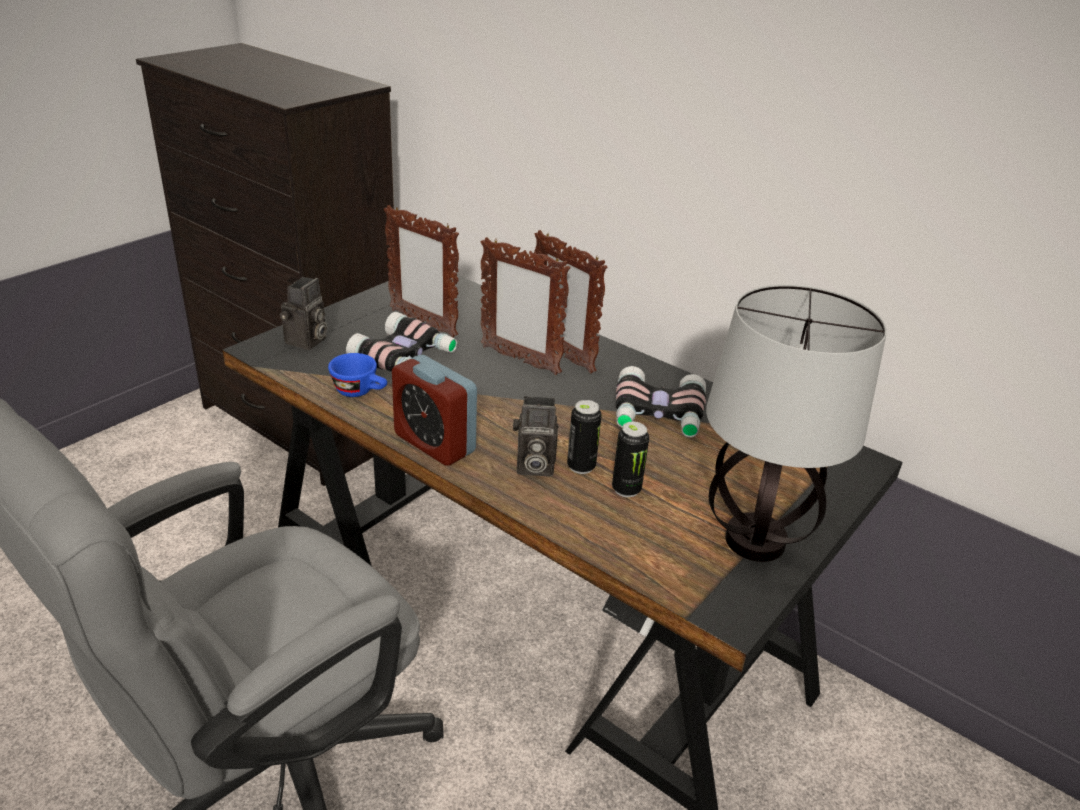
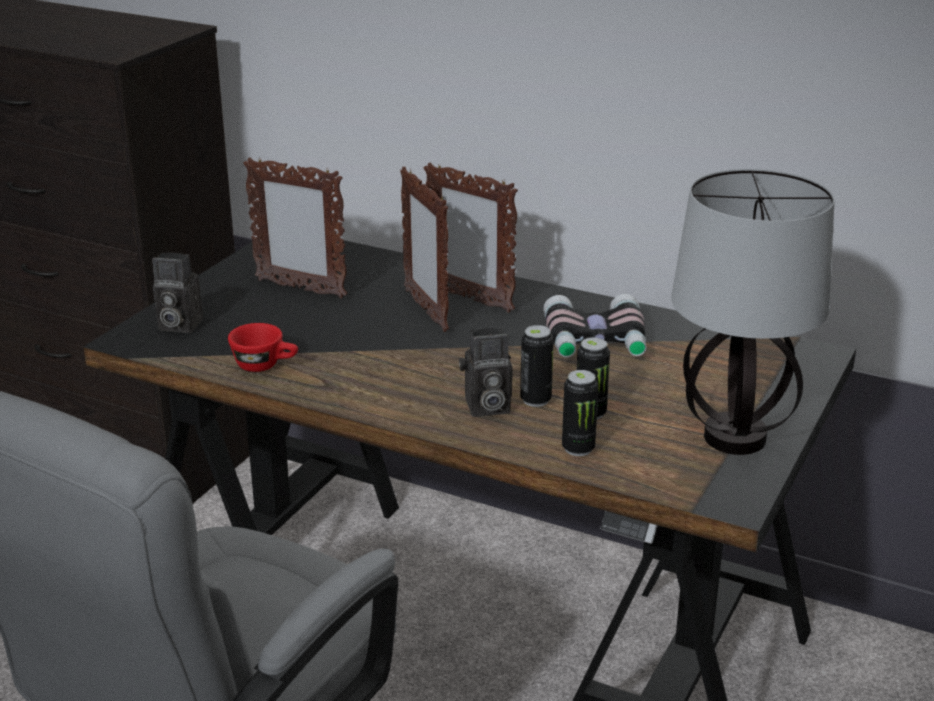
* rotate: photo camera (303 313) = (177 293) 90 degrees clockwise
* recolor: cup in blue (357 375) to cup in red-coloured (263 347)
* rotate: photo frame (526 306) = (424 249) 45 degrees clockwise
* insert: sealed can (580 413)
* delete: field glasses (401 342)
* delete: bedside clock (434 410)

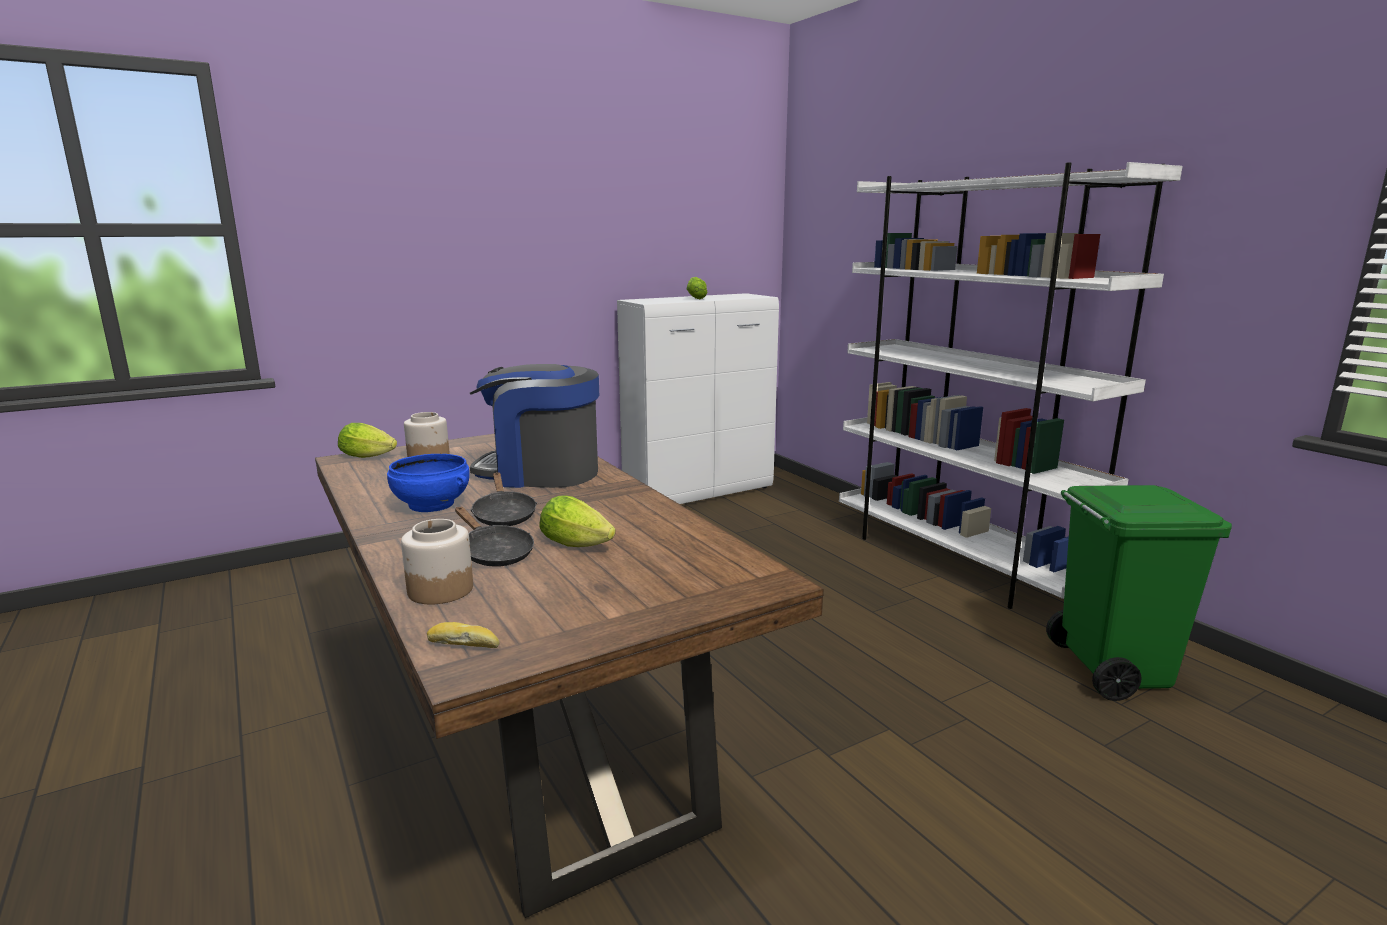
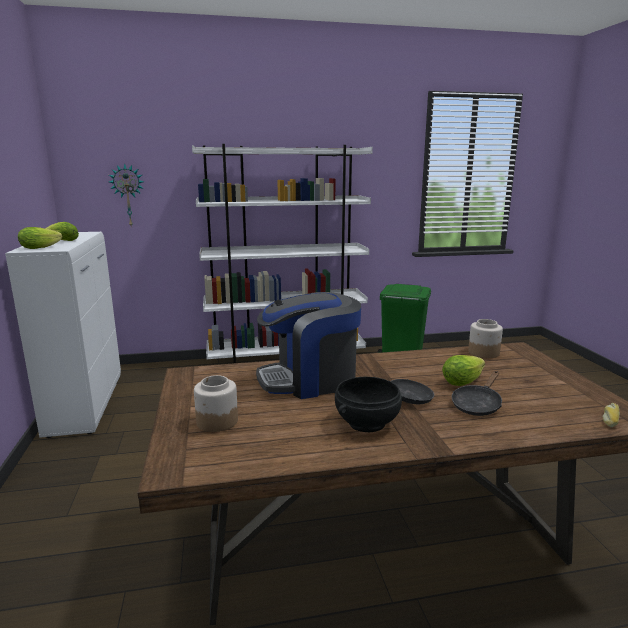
* move: lettuce (367 440) to (40 238)
* insert: clock on the wall (126 195)
* rotate: coffee maker (534 426) = (308 345) 45 degrees clockwise
* recolor: bowl in blue (428 483) to bowl in black (368 404)
* rotate: frying pan in black (494 537) = (477 393) 150 degrees clockwise
* move: preserve jar (437 561) to (485 338)

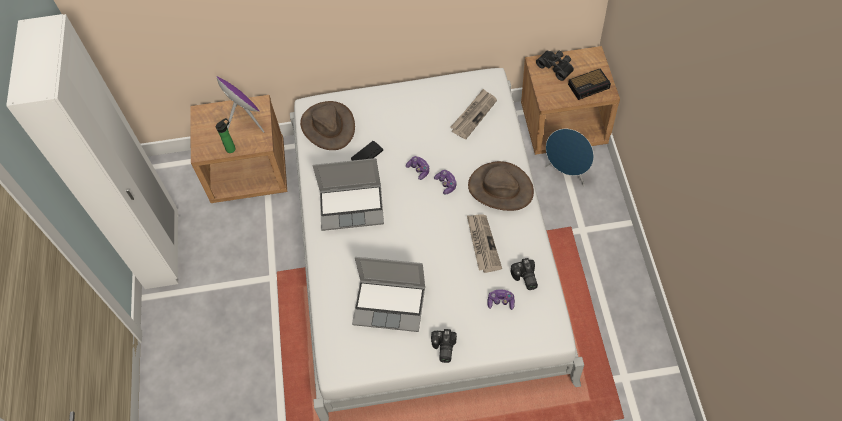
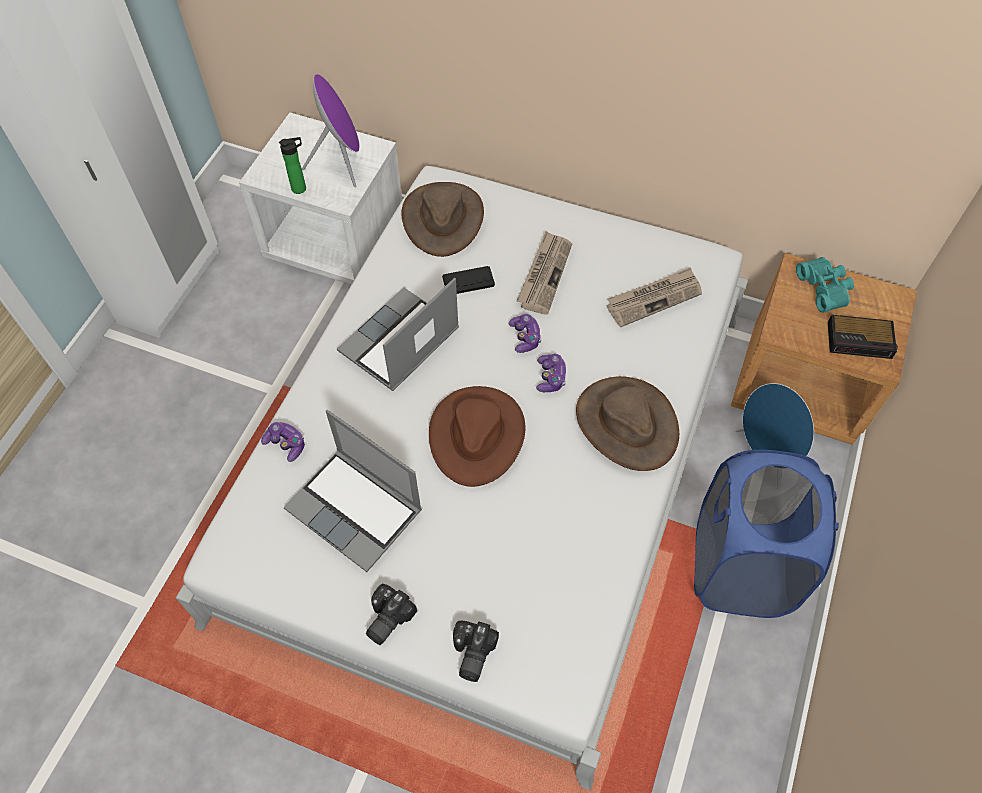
* recolor: night table in brownish (238 149) to night table in whitish (320 199)
* move: game controller (501 299) to (283 442)
* rotate: laptop (348 194) = (398 334) 105 degrees clockwise
* insert: hat in brownish (477 436)
* move: photo camera (524 274) to (476 651)
* move: daily paper (484 243) to (544 273)
* insert: washing basket in blue (766 534)
* recolor: field glasses in black (555 66) to field glasses in turquoise-coloured (825 285)

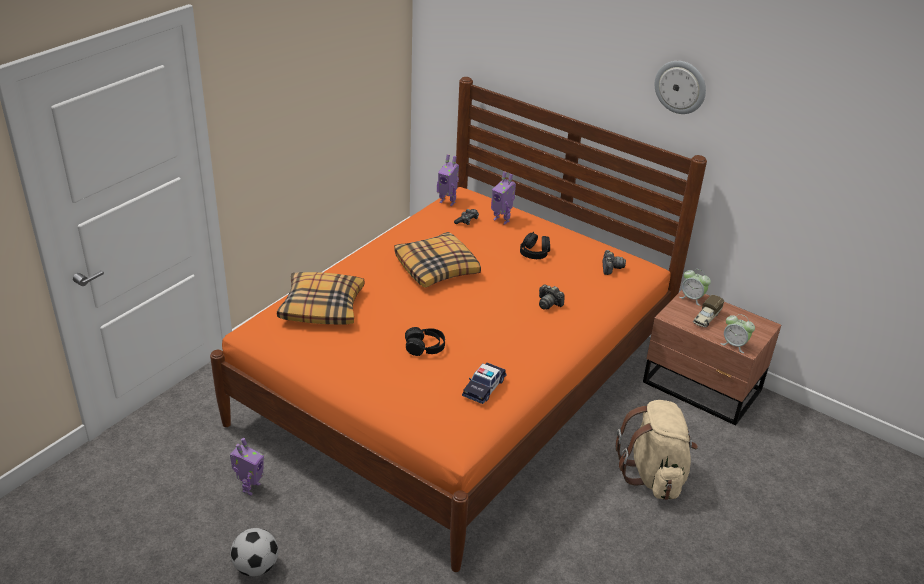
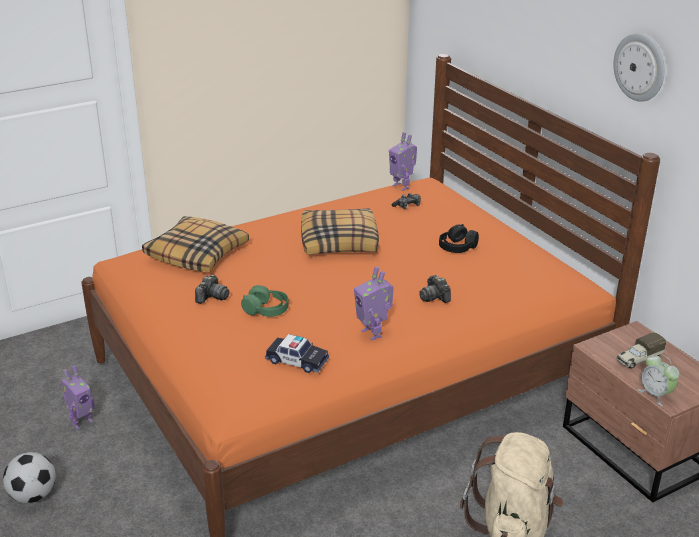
* move: photo camera (614 262) to (212 289)
* recolor: headphones in black (425 341) to headphones in green (265 301)
* rotate: toy car (484 383) = (297 353) 120 degrees counterclockwise
* move: toy robot (503 198) to (374 303)
* delete: bedside clock (695 287)

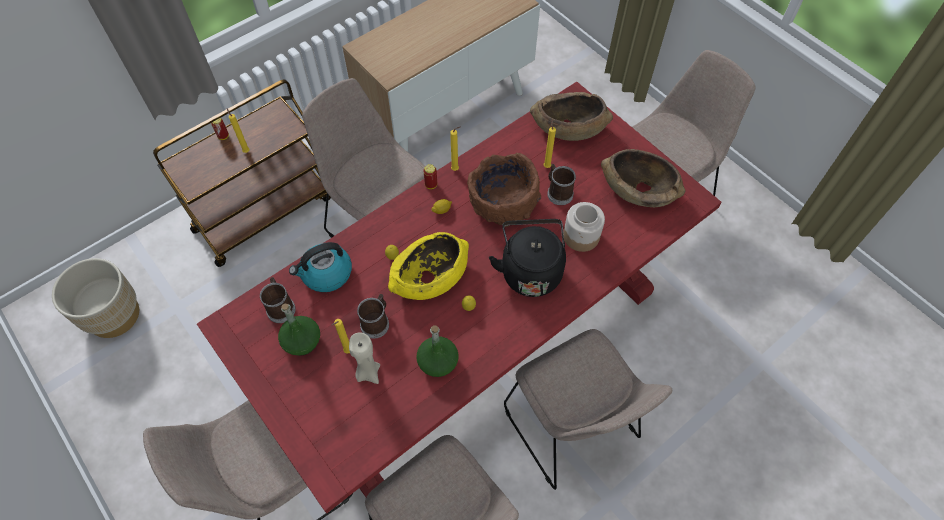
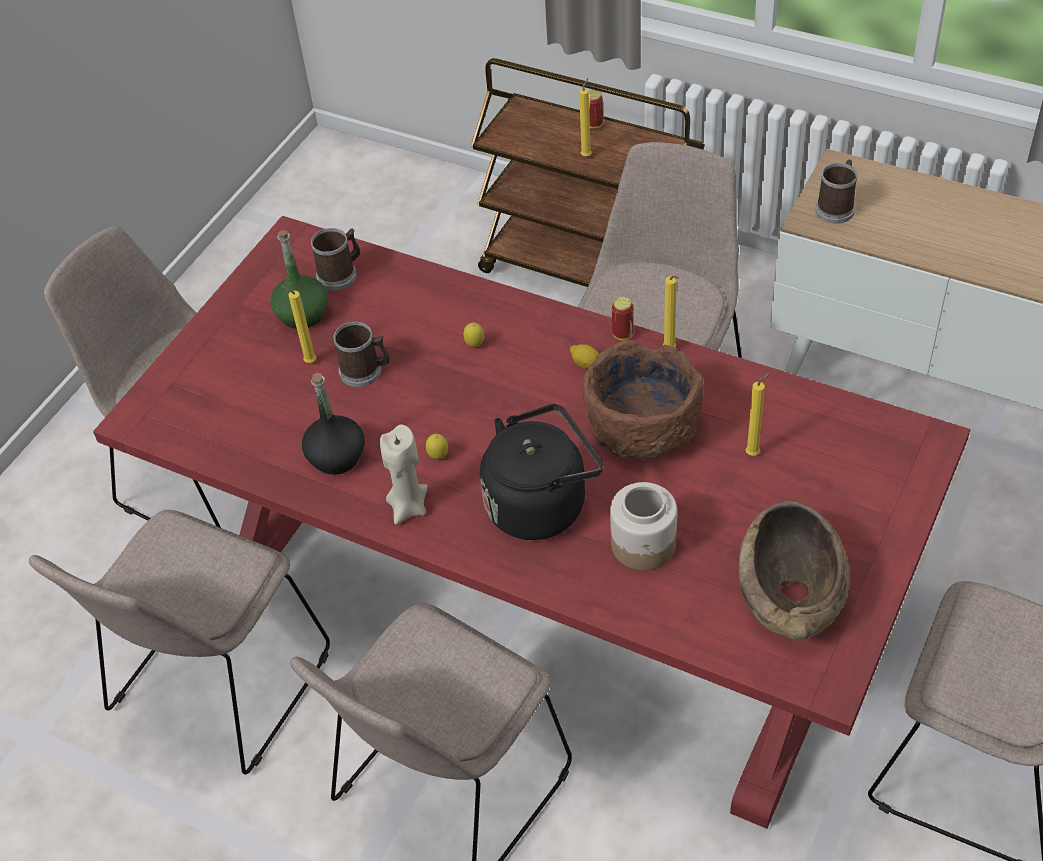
* recolor: beverage bottle in green (437 351) to beverage bottle in black (333 424)
* move: wax light in beige (364 358) to (404 474)
* move: mug (561 184) to (836 191)
* delete: plant pot in beige (95 298)
* delete: tea kettle (320 267)
* delete: bowl in yellow (428 266)
* delete: bowl in brownish (571 116)

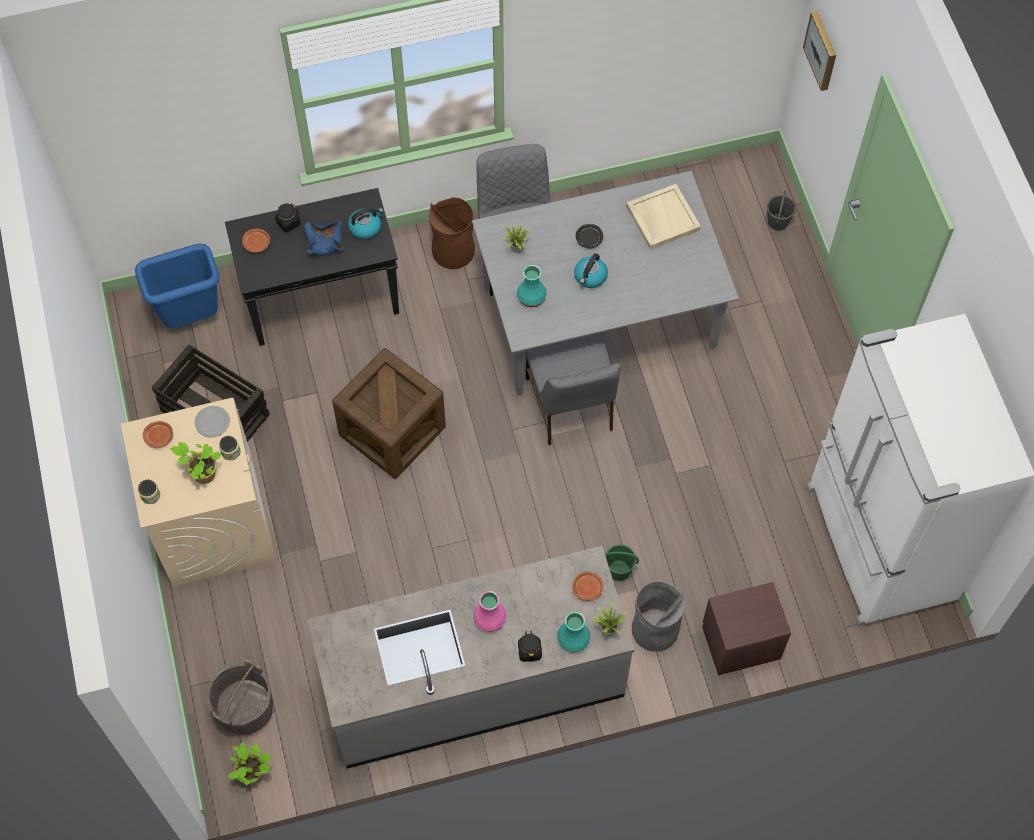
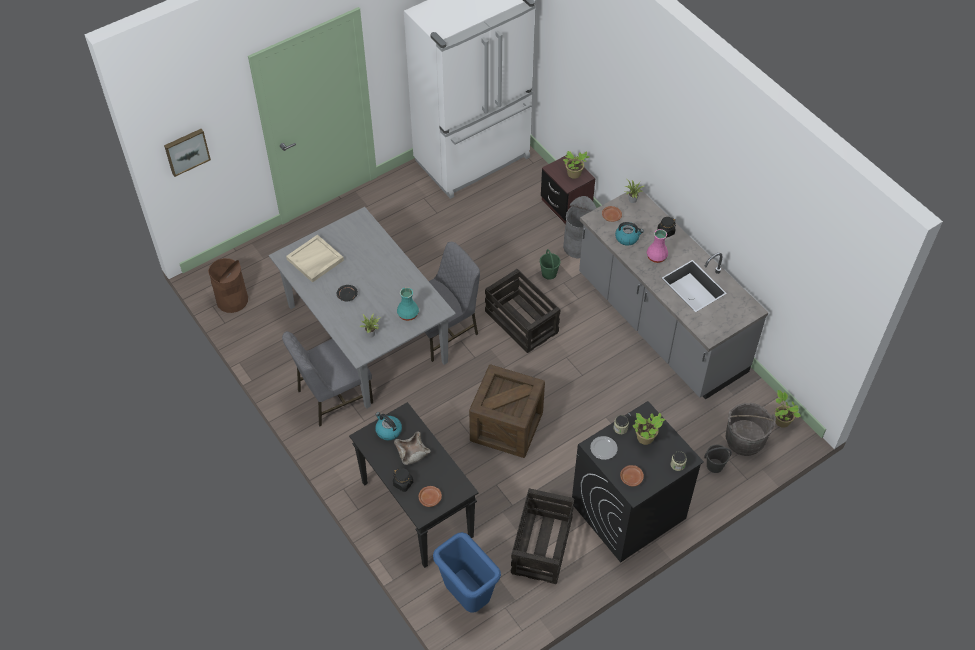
* move: waste bin in brownish (452 233) to (228 285)
* recolor: bowl in blue (323 238) to bowl in beige (412 448)
* insert: crate (522 311)
* insert: houseplant (576 165)
* recolor: laundry machine in beige (198 492) to laundry machine in black (638 482)
* move: tea kettle (591 270) to (629 234)
* move: water bucket in grey (781 211) to (718 459)
* delete: flower vase in turquoise-coloured (573 632)

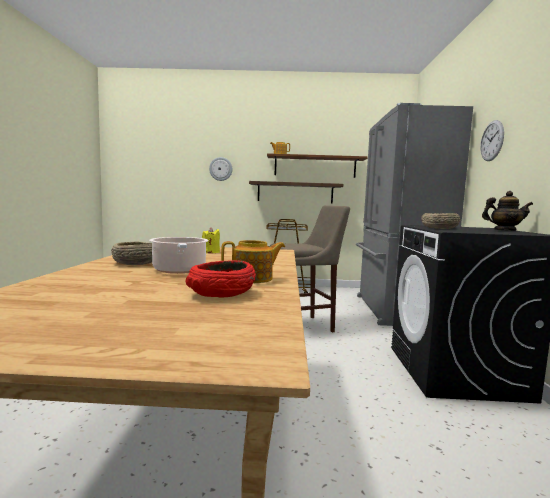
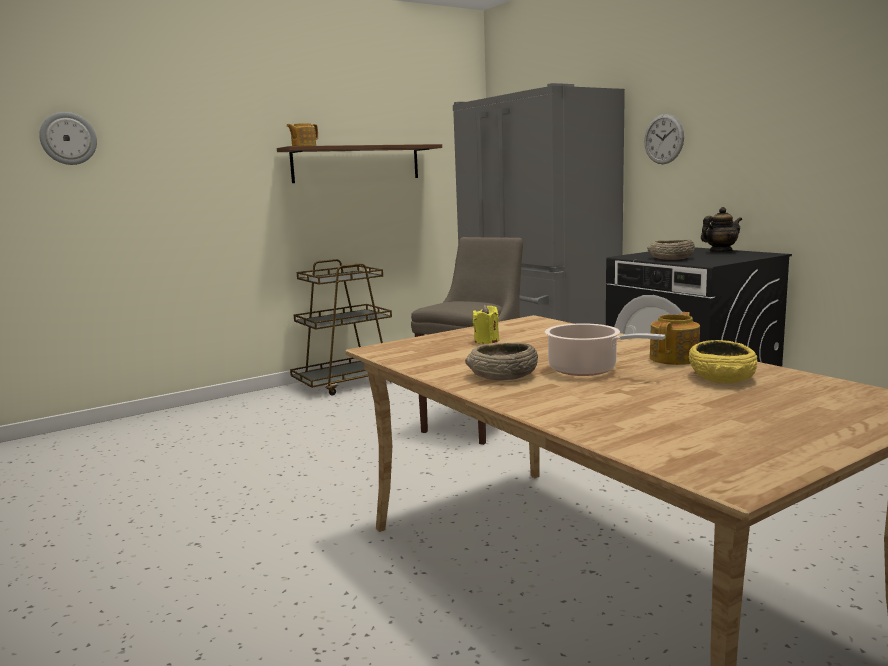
* move: clock on the wall (220 169) to (68 138)
* recolor: bowl in red-coloured (221 278) to bowl in yellow (723 361)
* delete: shelf (296 192)

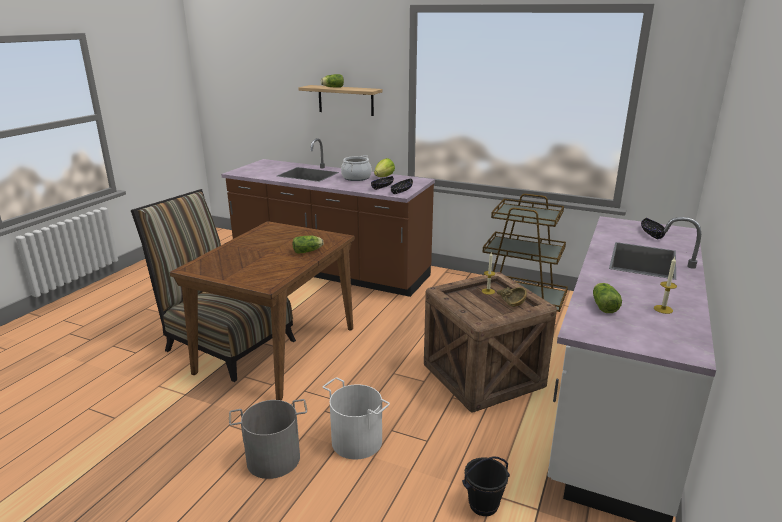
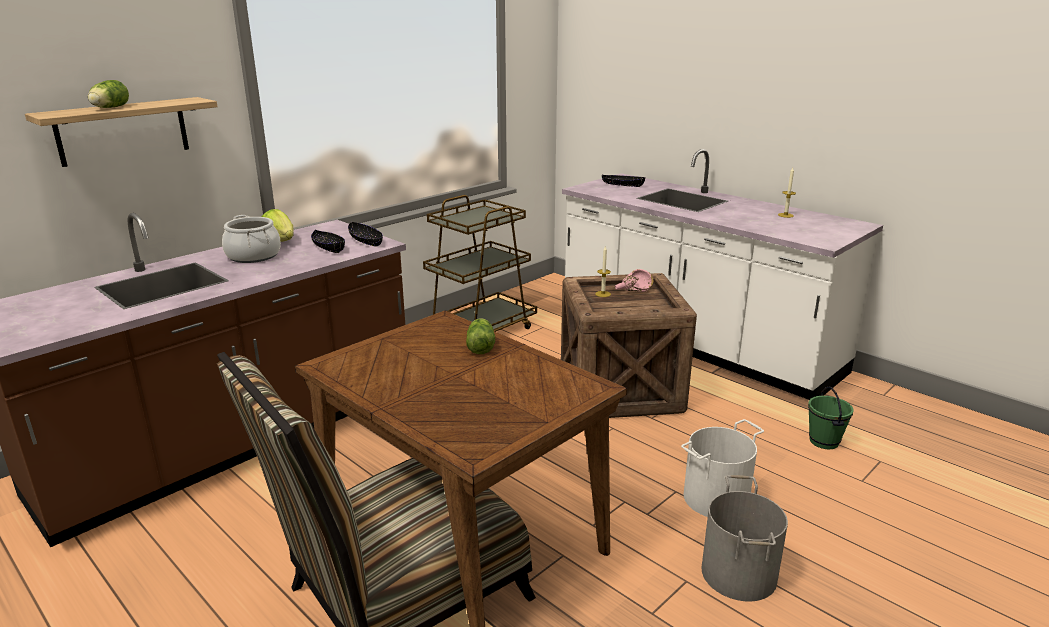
* recolor: bowl in brownish (512 297) to bowl in pinkish (634 280)
* recolor: water bucket in black (486 486) to water bucket in green (831 417)
* delete: lettuce (607 298)

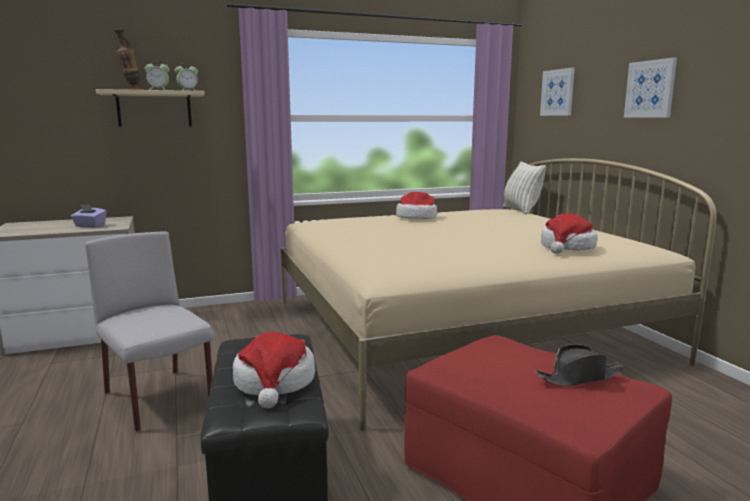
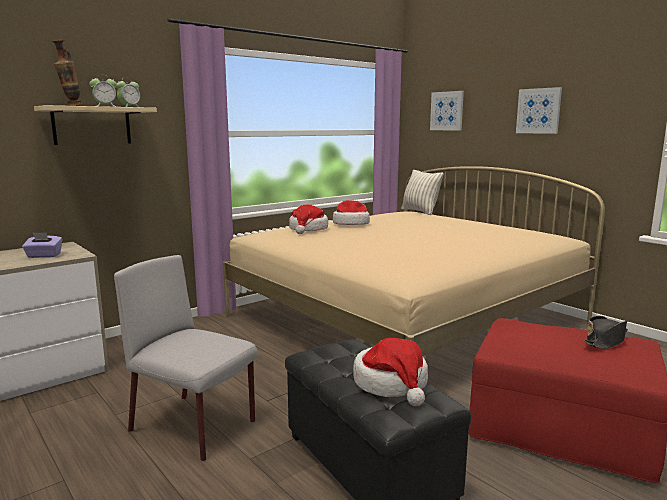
* move: hat (569 234) to (308 219)

